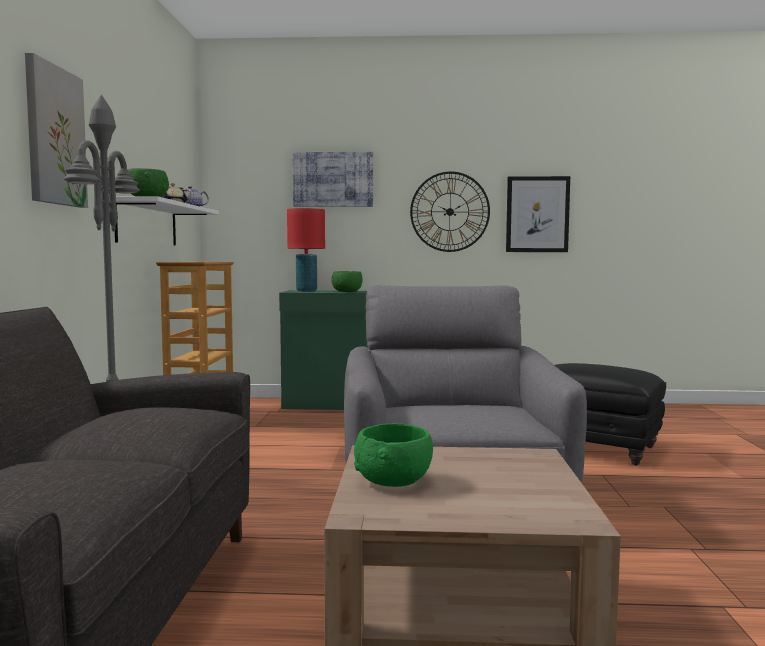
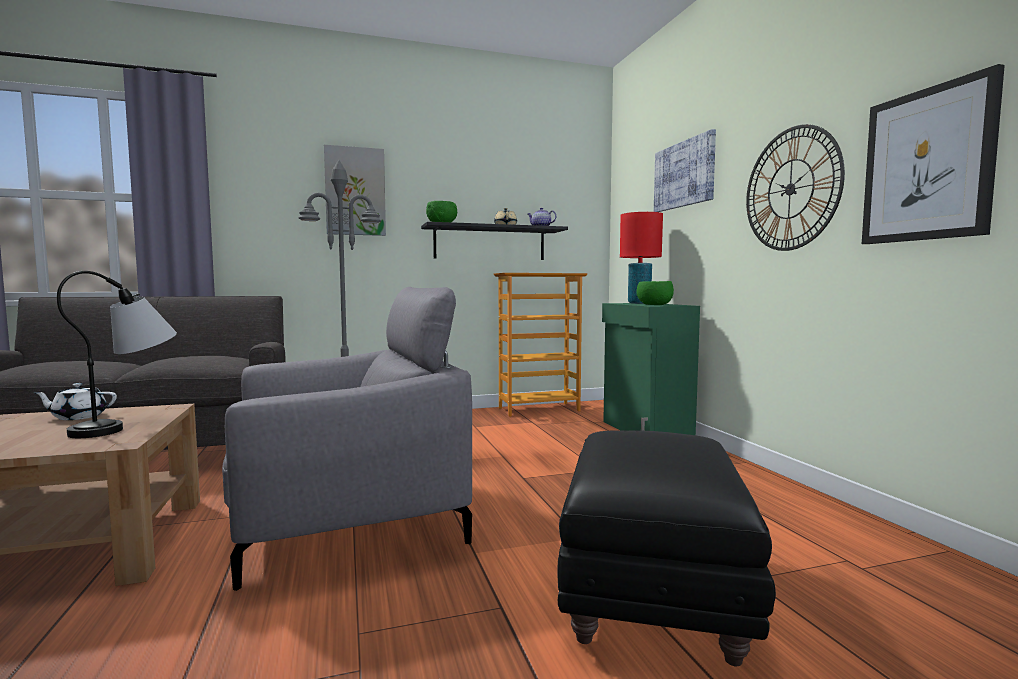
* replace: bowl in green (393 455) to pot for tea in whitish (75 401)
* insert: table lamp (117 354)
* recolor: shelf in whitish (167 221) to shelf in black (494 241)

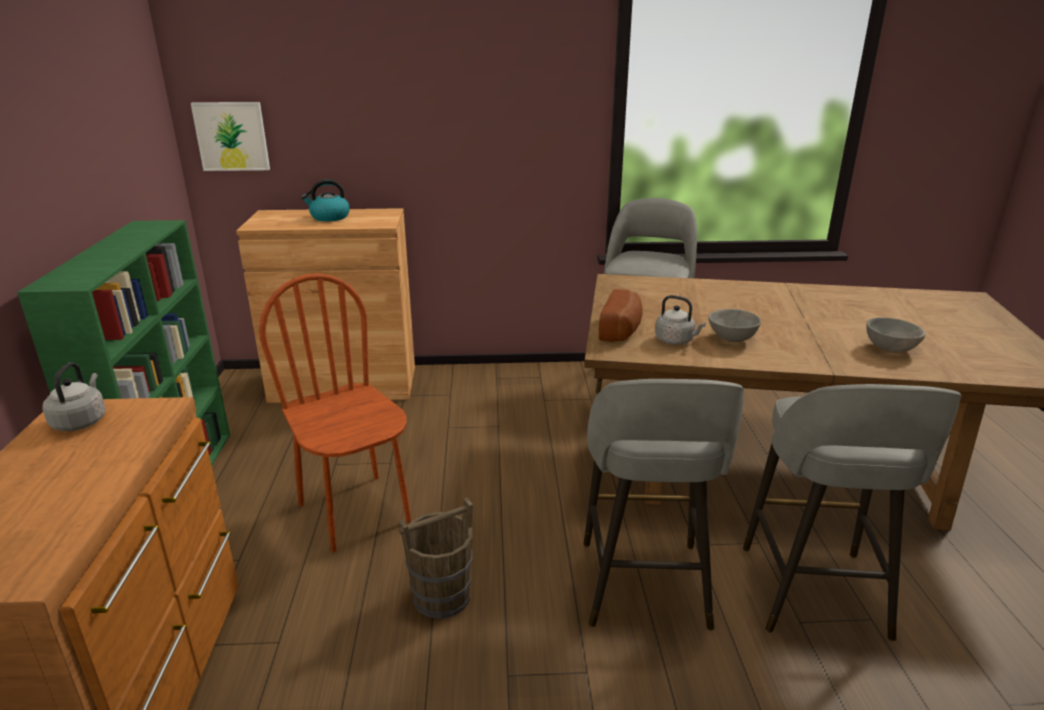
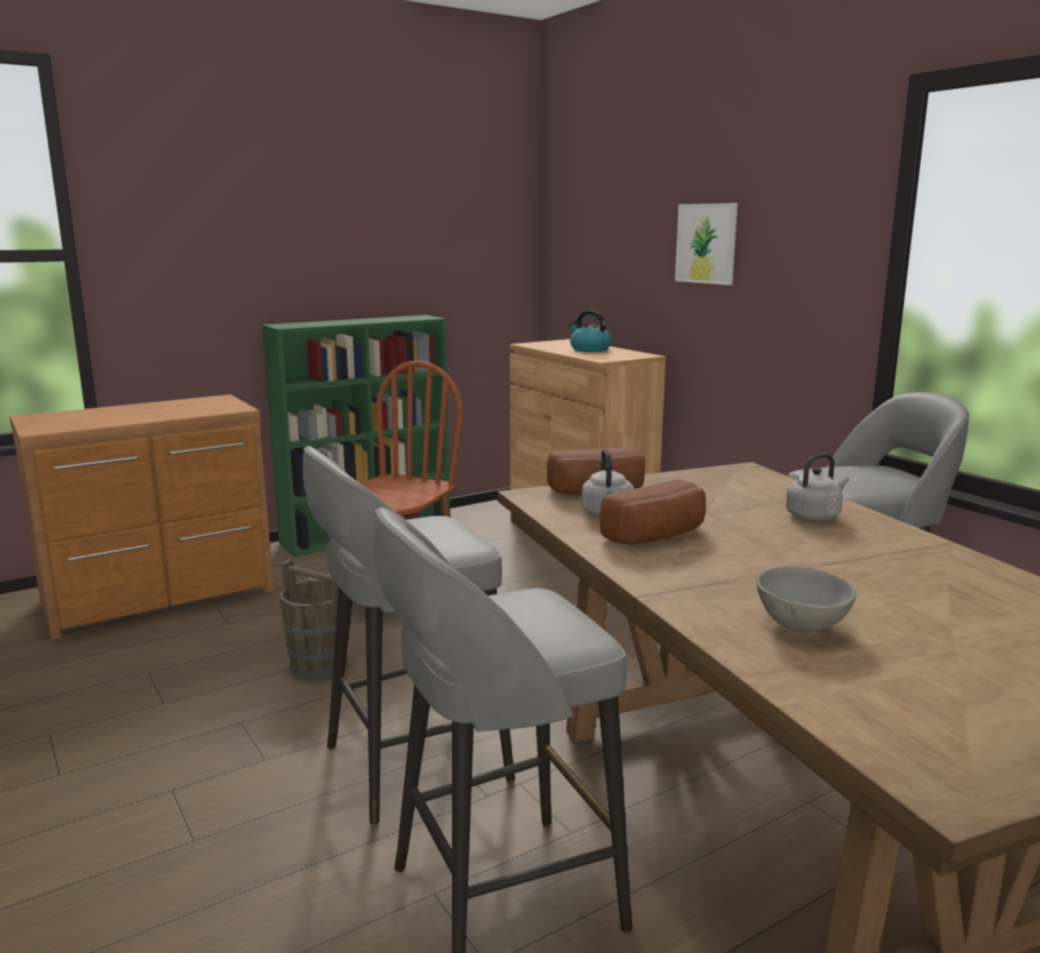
* replace: bowl in grey (734 325) to baked bread (653 512)
* move: wall art (230 136) to (706 244)
* move: tea kettle in grey (74 396) to (817 487)

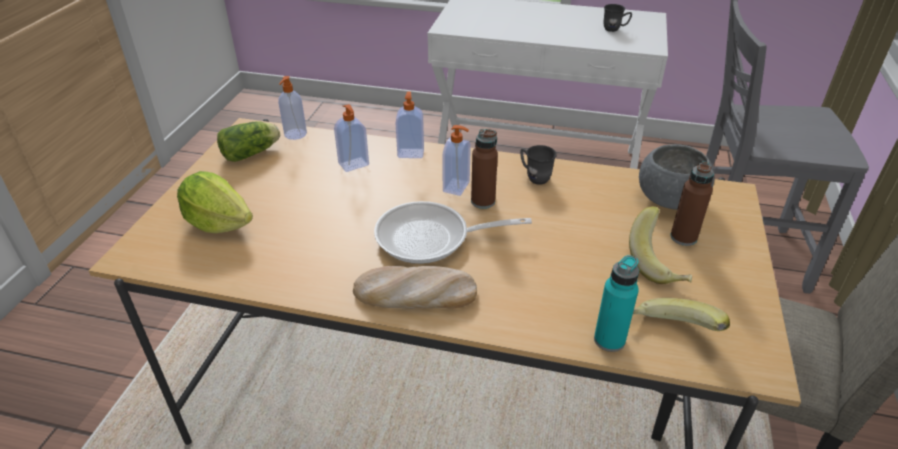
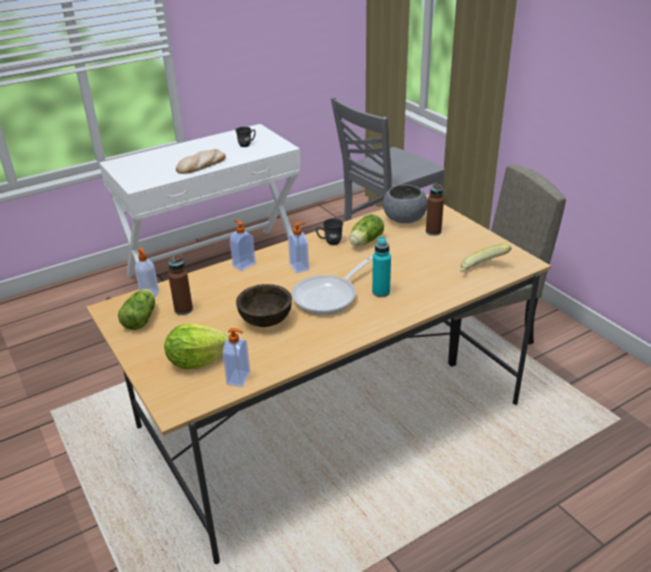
* move: beverage bottle in brownish (484 169) to (180 285)
* move: baked bread (415 287) to (201 161)
* move: soap dispenser (351 138) to (236 357)
* insert: bowl in brownish (264 305)
* insert: lettuce (366 230)
* move: beverage bottle in turquoise-coloured (616 303) to (381 267)
* delete: banana (660 245)

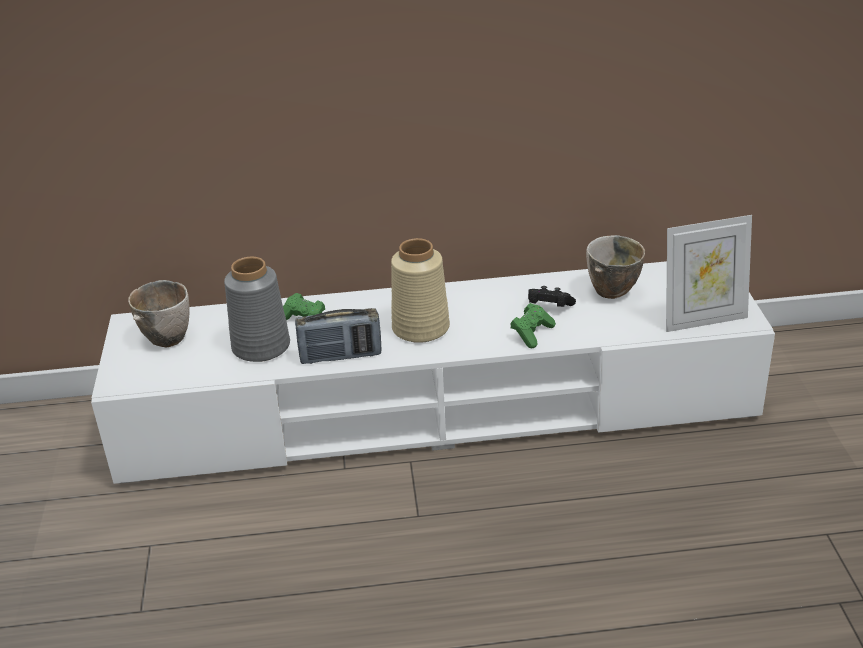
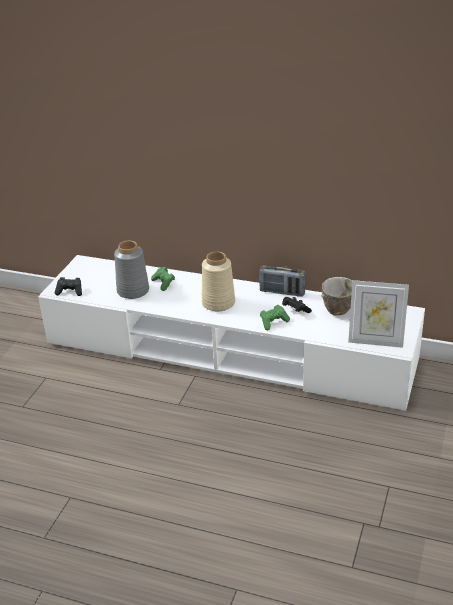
* insert: game controller in black (68 286)
* move: radio set (338 336) to (282 281)
* delete: bowl (159 313)

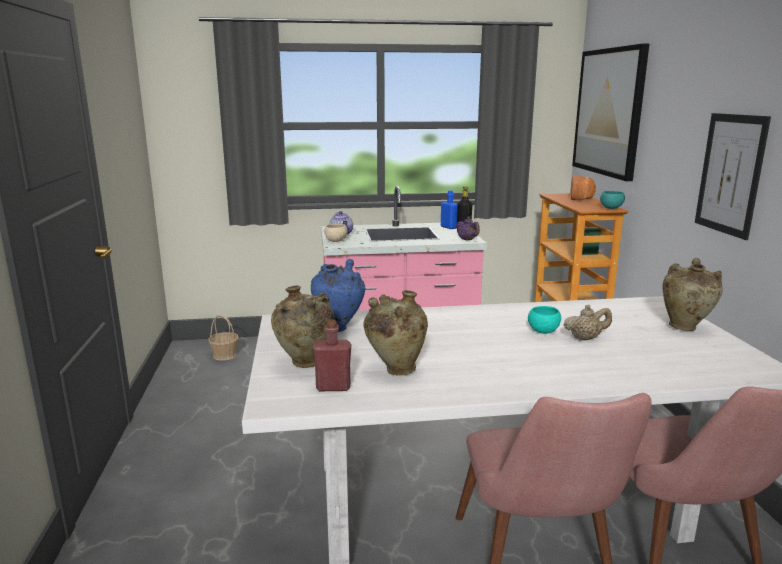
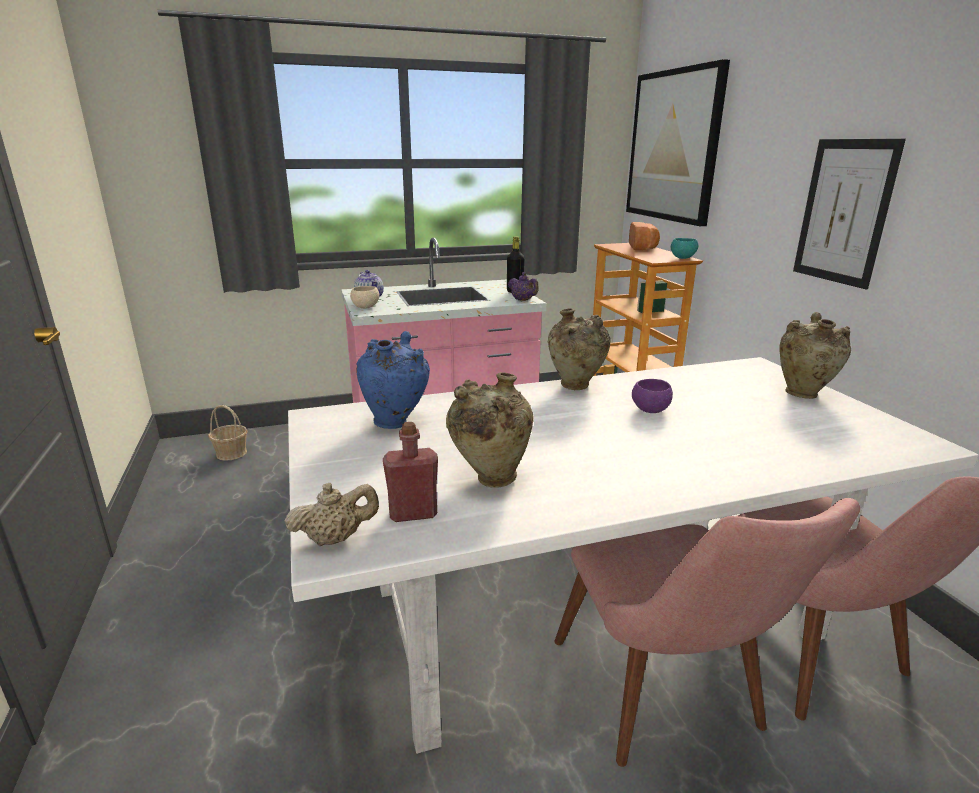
* move: pot for tea in beige (588 322) to (332 514)
* move: flower vase in beige (302 326) to (579 349)
* recolor: bowl in turquoise-coloured (544 320) to bowl in purple (652 396)
* delete: beverage bottle in blue (449 209)

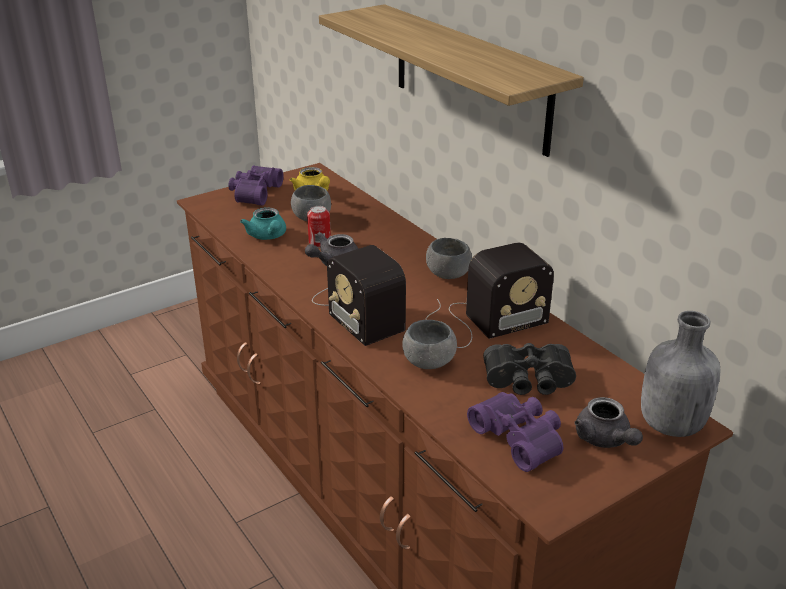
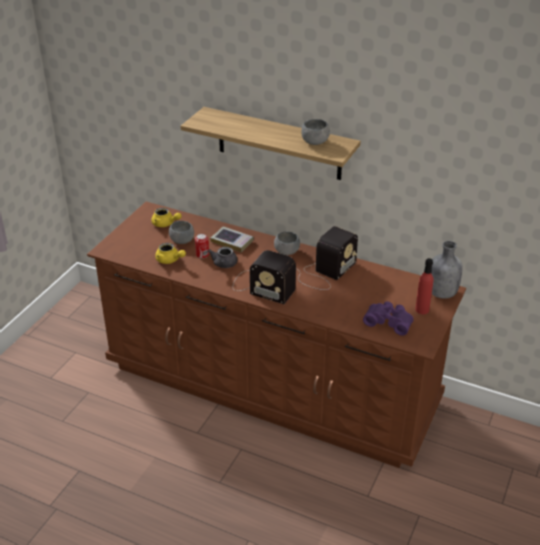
* recolor: pot for tea in turquoise-coloured (263 223) to pot for tea in yellow (170 253)
* insert: volume (232 239)
* move: bowl in grey (429 344) to (315 132)
* replace: pot for tea in grey (609 422) to beverage bottle in red-coloured (424 286)
* delete: field glasses in purple (256 185)
* delete: field glasses in black (529 369)

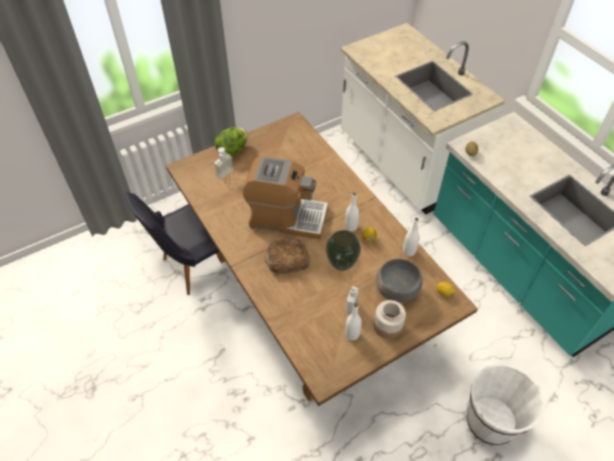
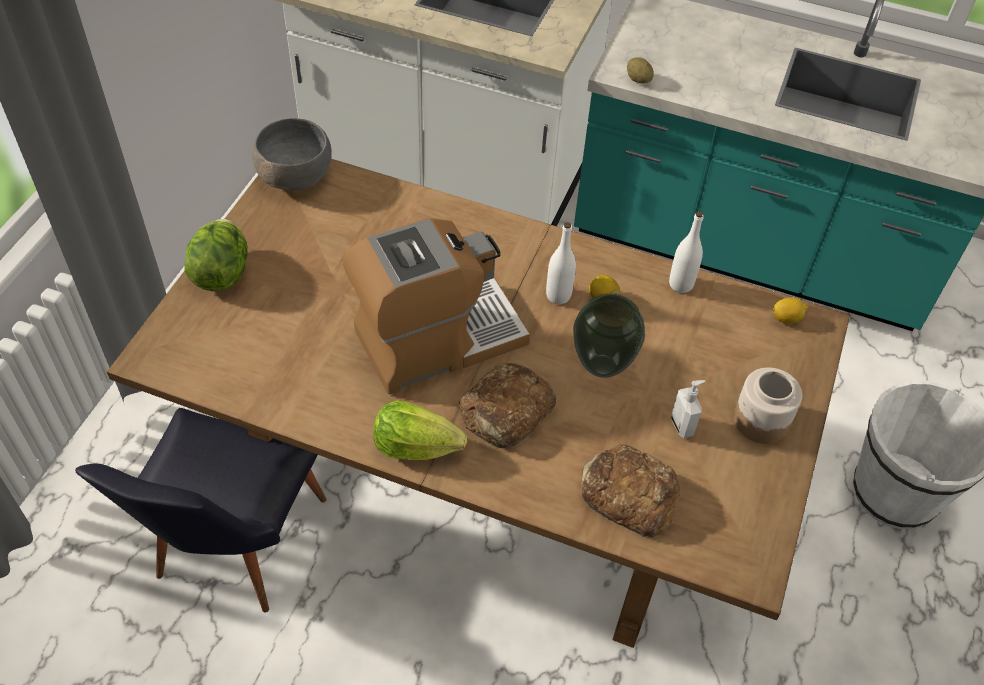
* move: bowl in grey (399 281) to (292 154)
* insert: lettuce (420 430)
* insert: baked bread (630 491)
* delete: soap dispenser (224 163)
* delete: beverage bottle in whitish (353 322)

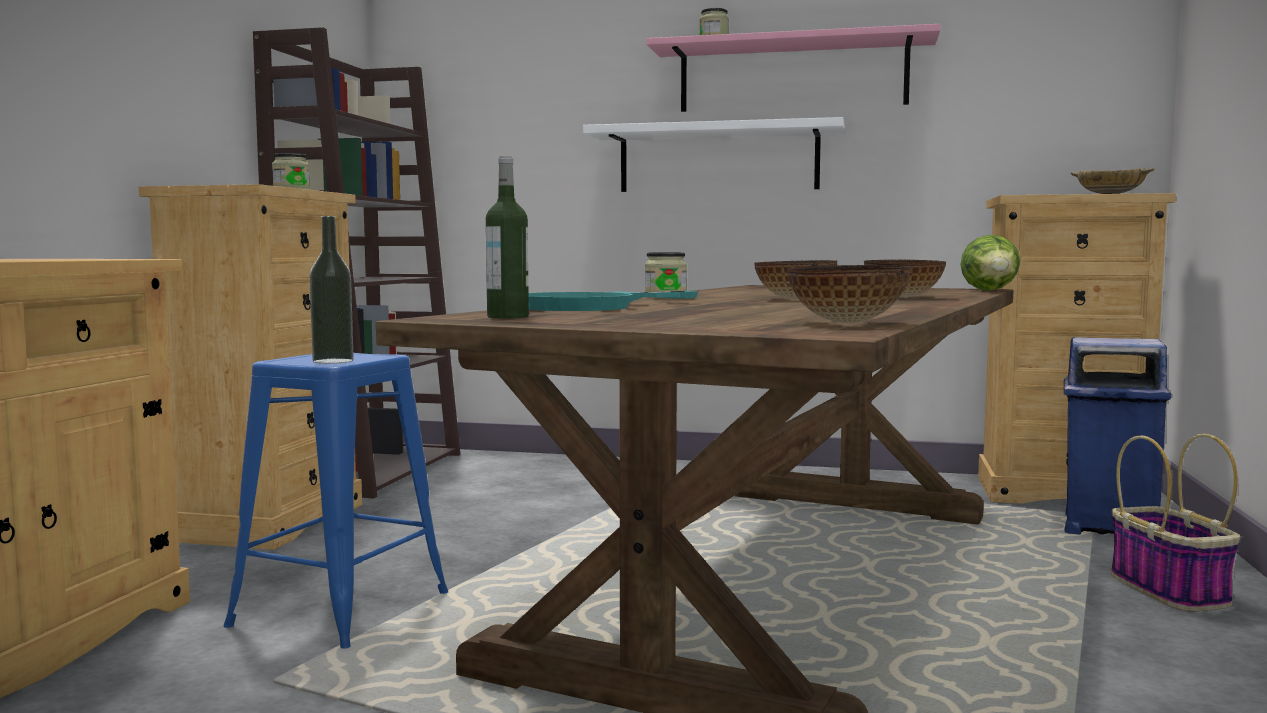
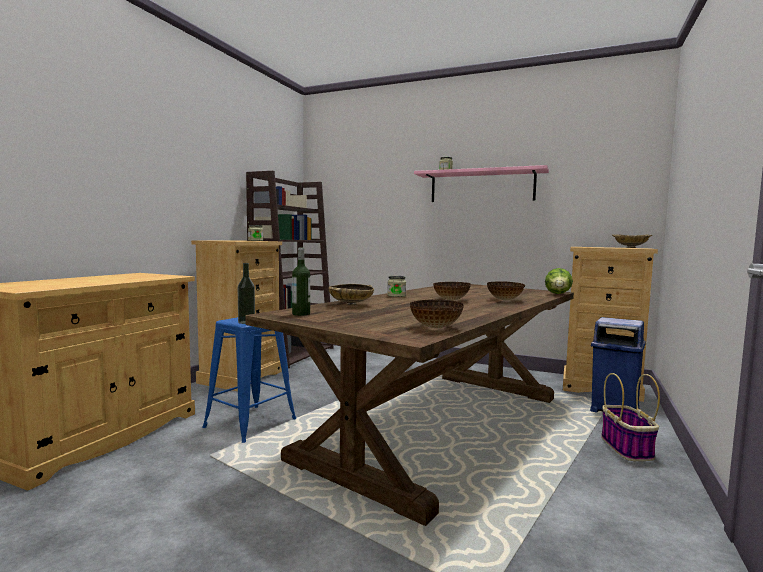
* replace: frying pan in turquoise-coloured (613 301) to bowl in beige (351 295)
* delete: shelf in whitish (714 154)

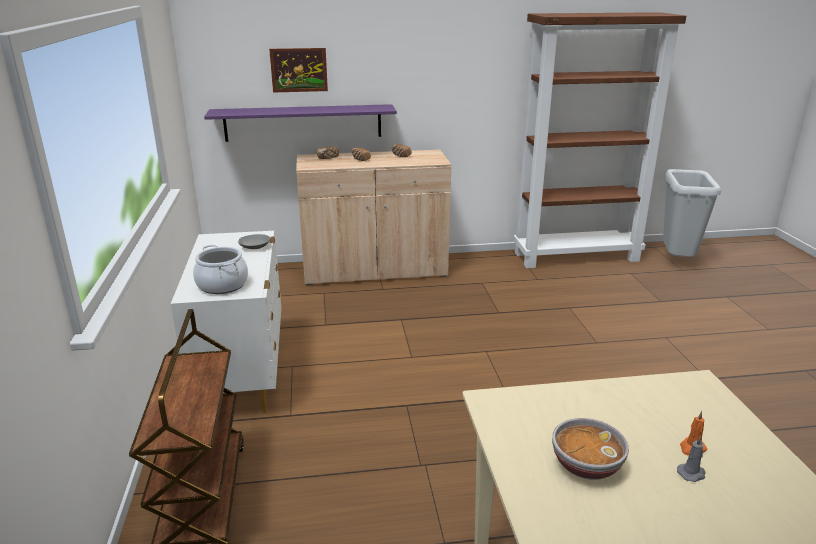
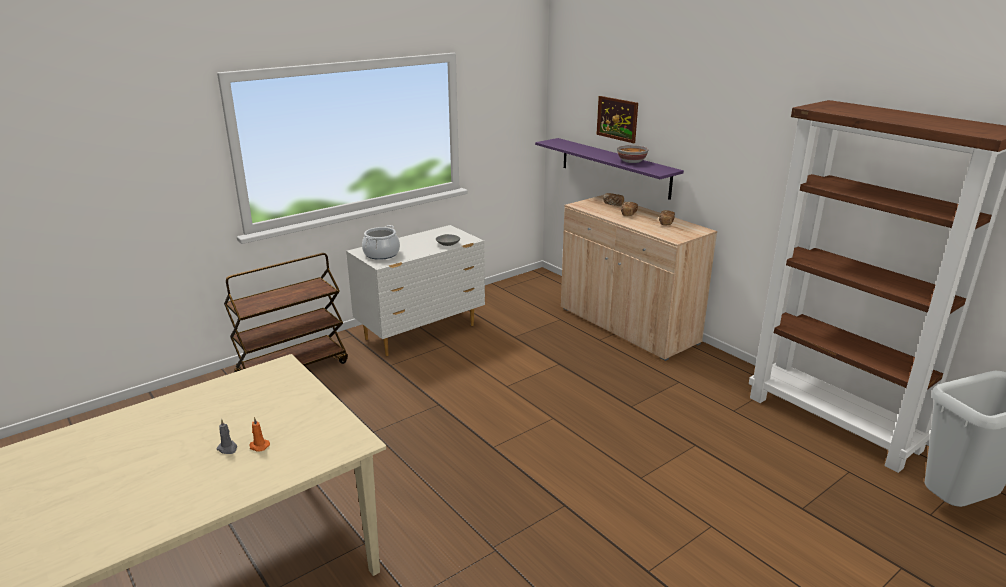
* move: bowl (590 449) to (632 154)

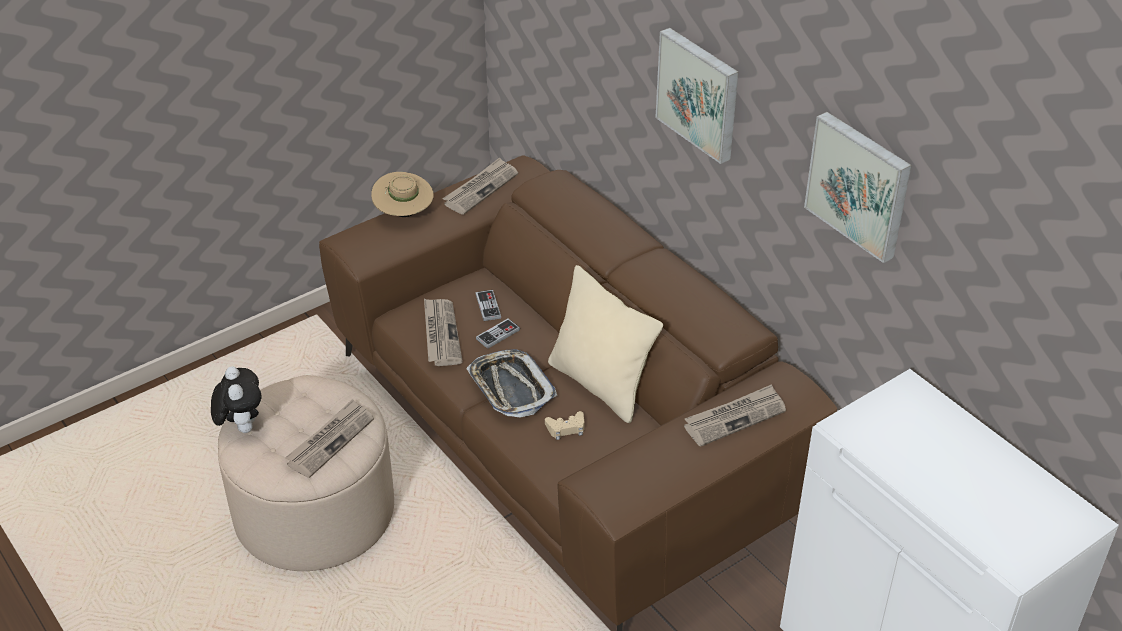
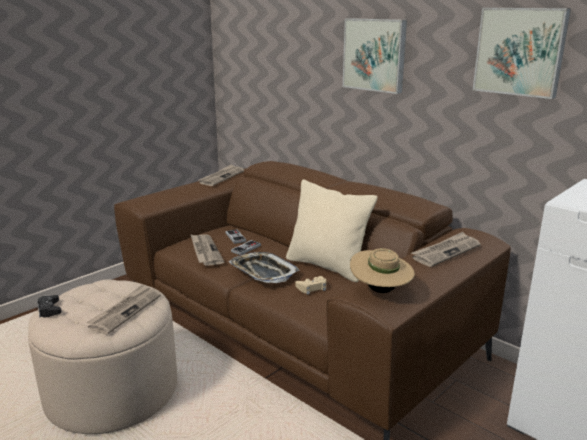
* replace: soft toy (236 399) to game controller in black (49 306)
* move: hat in beige (402 194) to (382 270)

